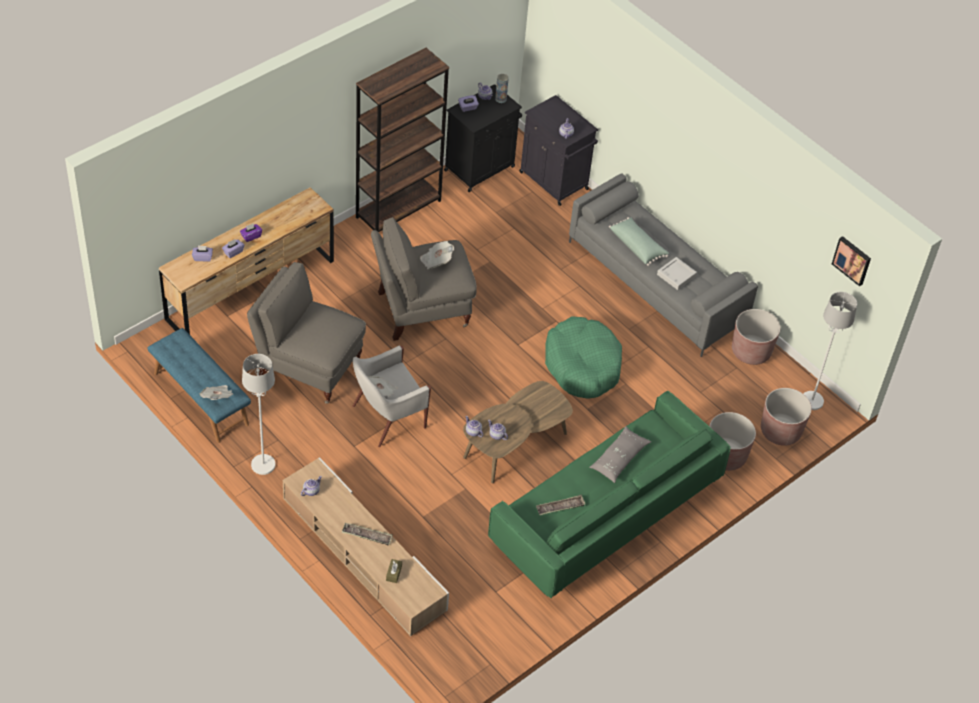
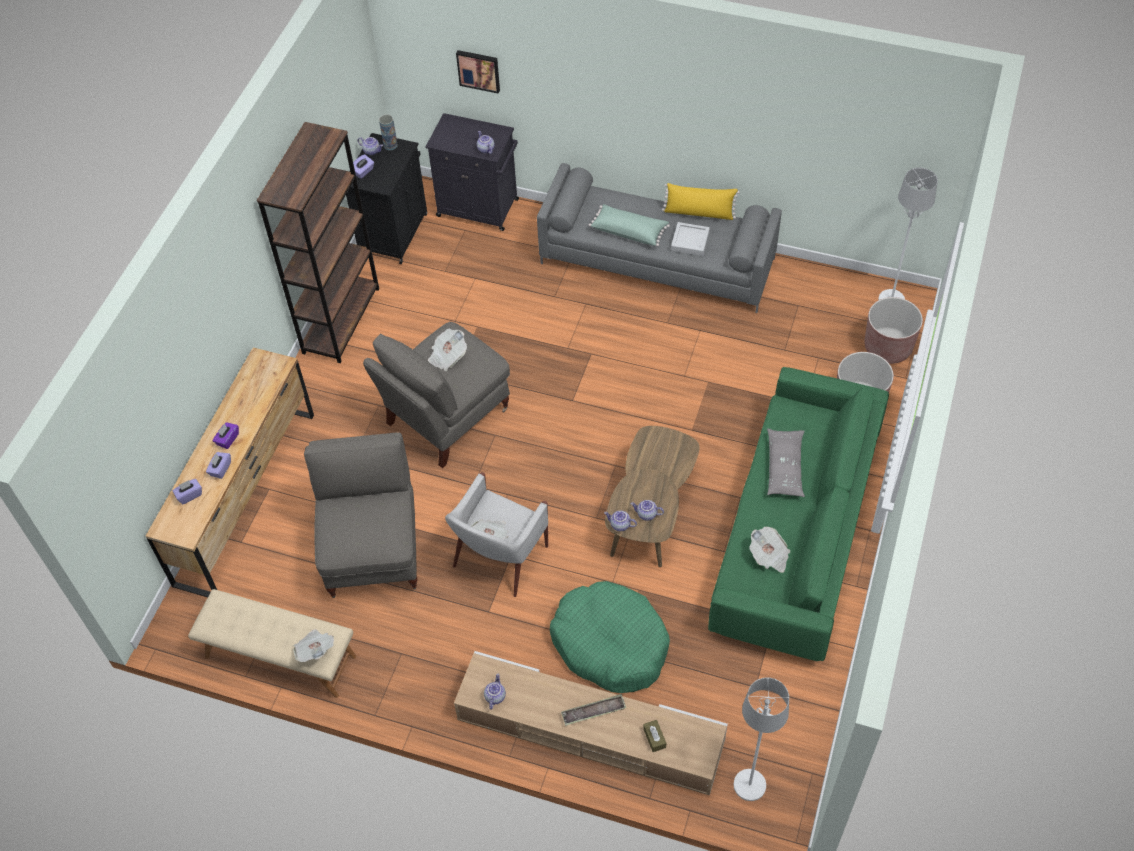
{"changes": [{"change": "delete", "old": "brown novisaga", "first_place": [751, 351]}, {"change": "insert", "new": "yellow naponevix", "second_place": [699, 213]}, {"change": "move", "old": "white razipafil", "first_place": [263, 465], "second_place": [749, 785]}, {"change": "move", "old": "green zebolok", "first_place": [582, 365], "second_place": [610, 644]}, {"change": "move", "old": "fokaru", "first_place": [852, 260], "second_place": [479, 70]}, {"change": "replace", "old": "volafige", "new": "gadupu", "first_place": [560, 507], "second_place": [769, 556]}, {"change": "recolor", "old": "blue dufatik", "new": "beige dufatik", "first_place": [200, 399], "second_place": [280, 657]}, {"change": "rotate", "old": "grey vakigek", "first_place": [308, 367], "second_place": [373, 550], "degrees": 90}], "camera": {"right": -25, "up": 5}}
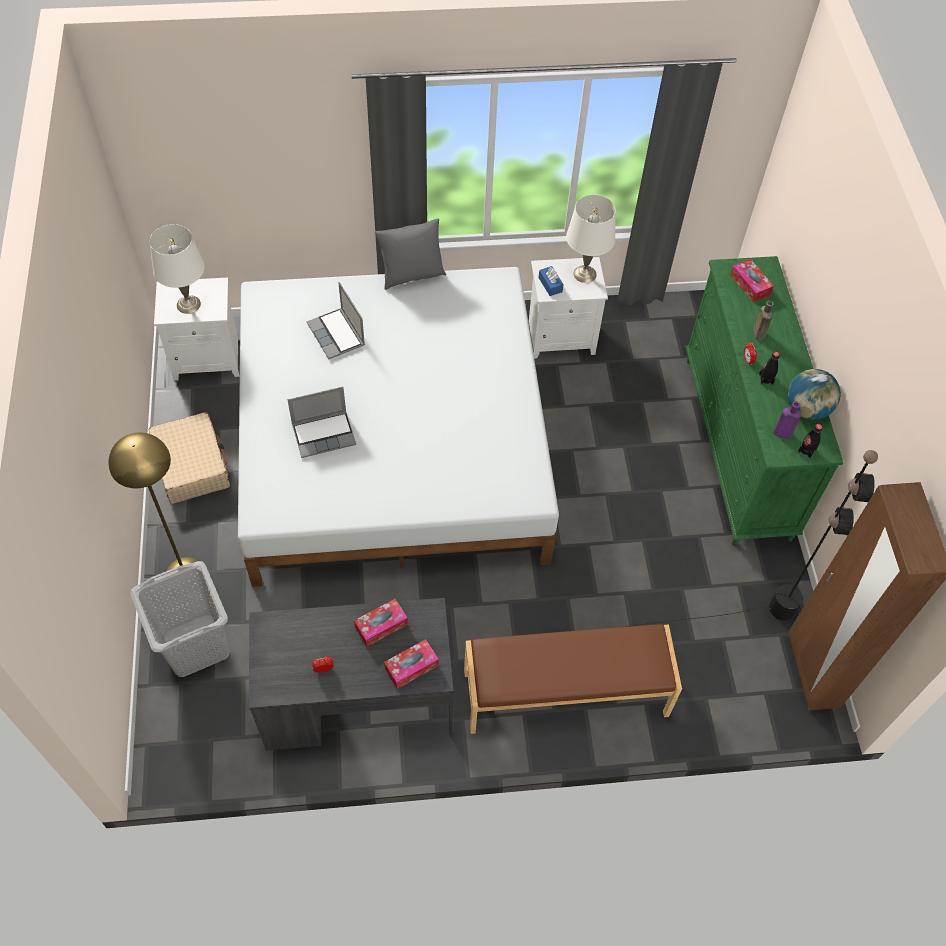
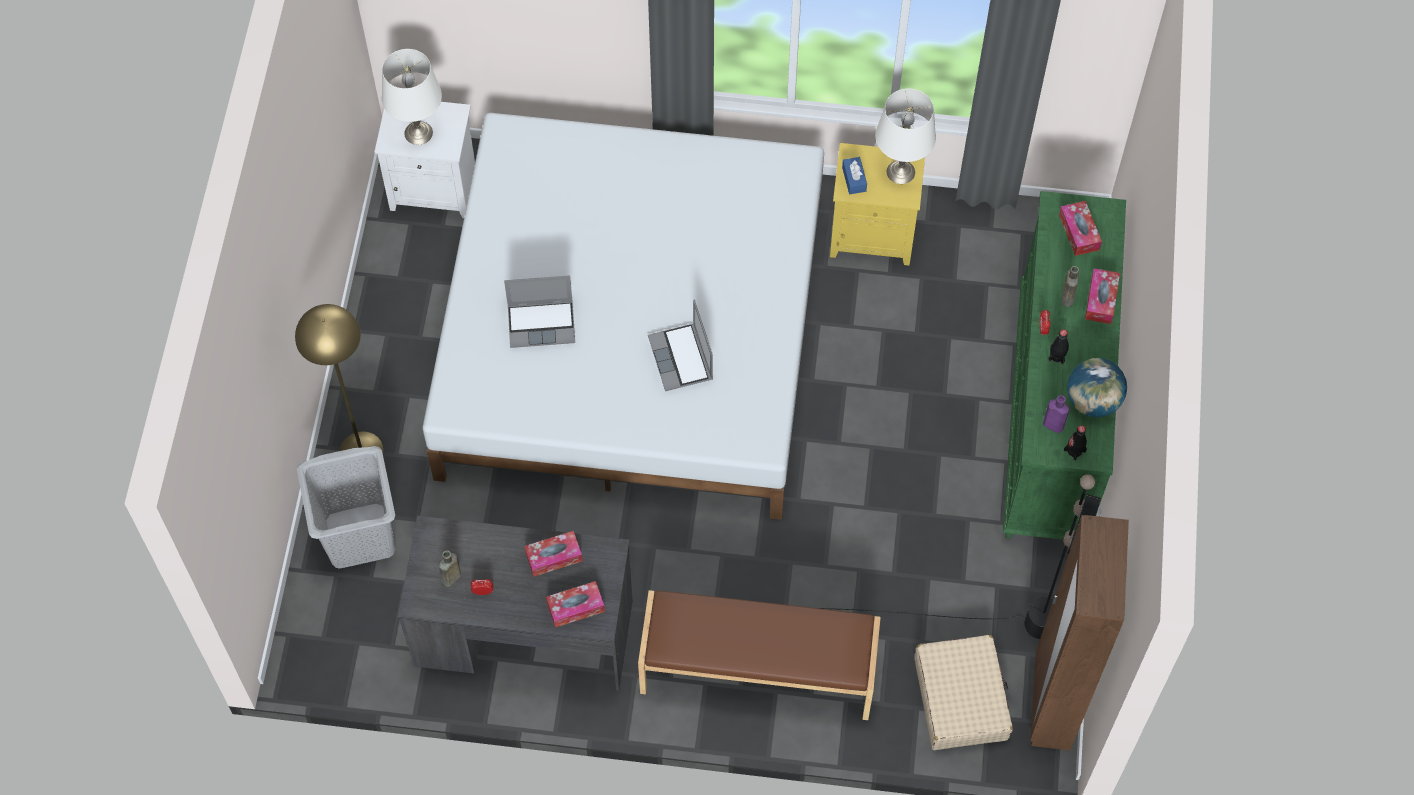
{"changes": [{"change": "delete", "old": "grey naponevix", "first_place": [411, 275]}, {"change": "insert", "new": "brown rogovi", "second_place": [450, 579]}, {"change": "insert", "new": "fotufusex", "second_place": [1101, 300]}, {"change": "move", "old": "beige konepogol", "first_place": [192, 465], "second_place": [961, 698]}, {"change": "move", "old": "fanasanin", "first_place": [337, 335], "second_place": [682, 359]}, {"change": "recolor", "old": "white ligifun", "new": "yellow ligifun", "first_place": [561, 336], "second_place": [874, 234]}], "camera": {"right": 15, "up": 5}}
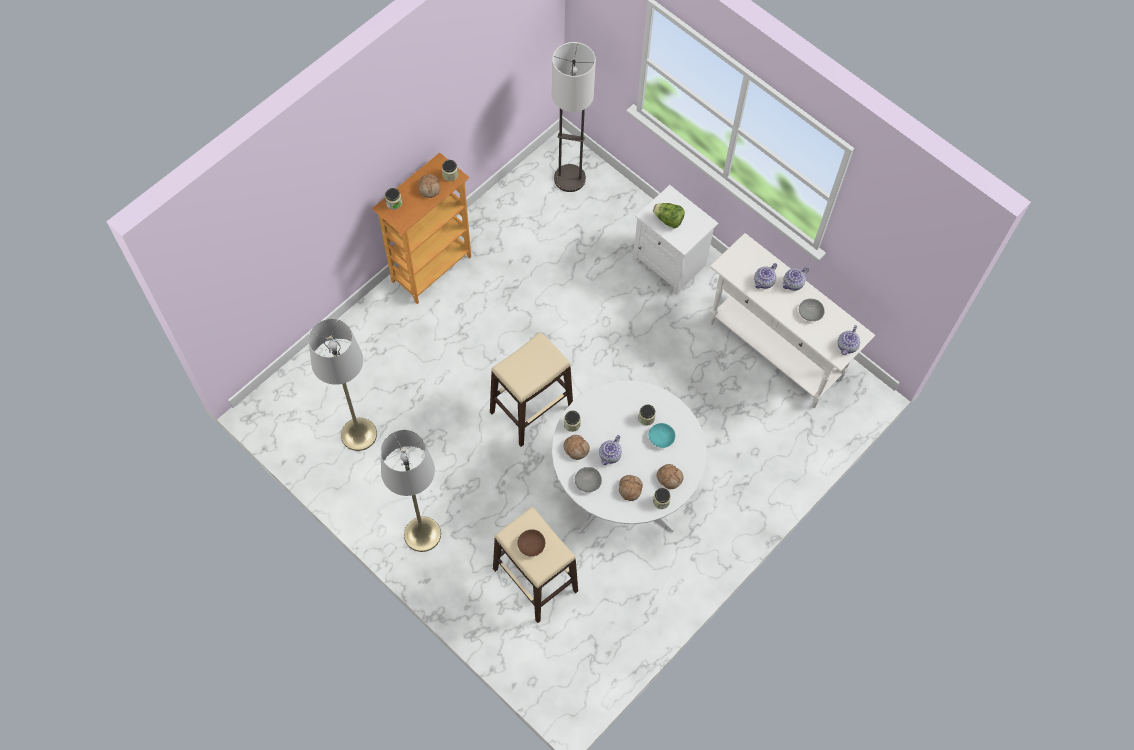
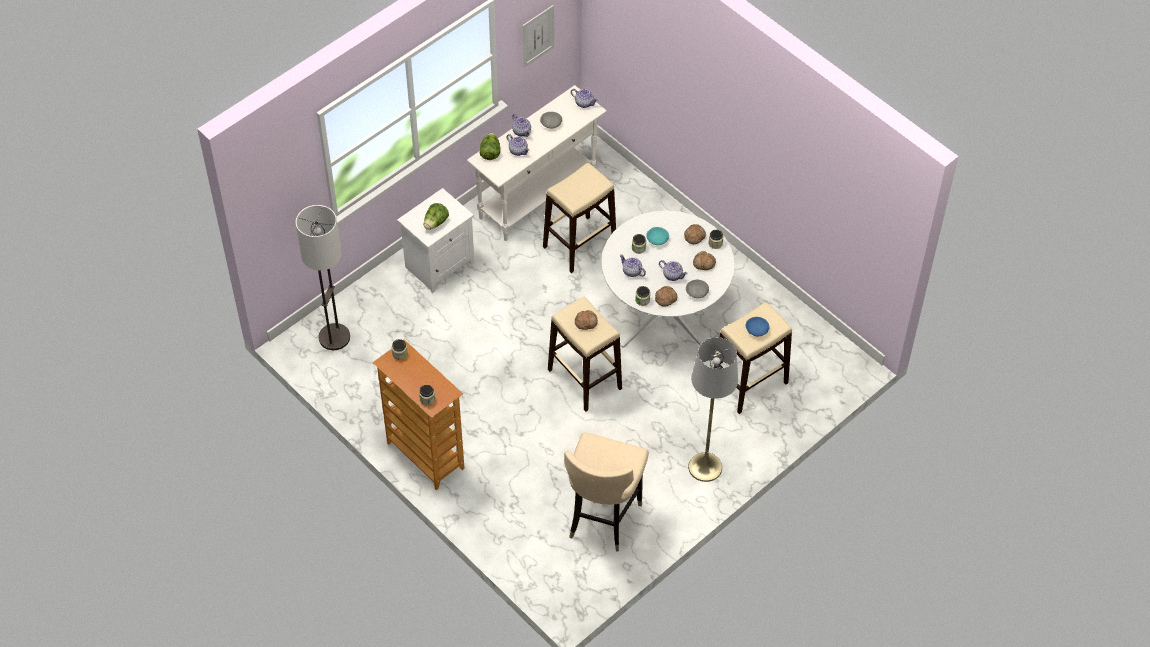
{"changes": [{"change": "insert", "new": "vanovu", "second_place": [490, 152]}, {"change": "insert", "new": "fokaru", "second_place": [538, 36]}, {"change": "insert", "new": "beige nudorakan", "second_place": [579, 244]}, {"change": "insert", "new": "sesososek", "second_place": [631, 271]}, {"change": "move", "old": "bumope", "first_place": [429, 188], "second_place": [586, 322]}, {"change": "replace", "old": "grey razipafil", "new": "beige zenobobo", "first_place": [359, 434], "second_place": [603, 518]}, {"change": "recolor", "old": "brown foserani", "new": "blue foserani", "first_place": [531, 545], "second_place": [757, 329]}], "camera": {"right": -85, "up": -10}}
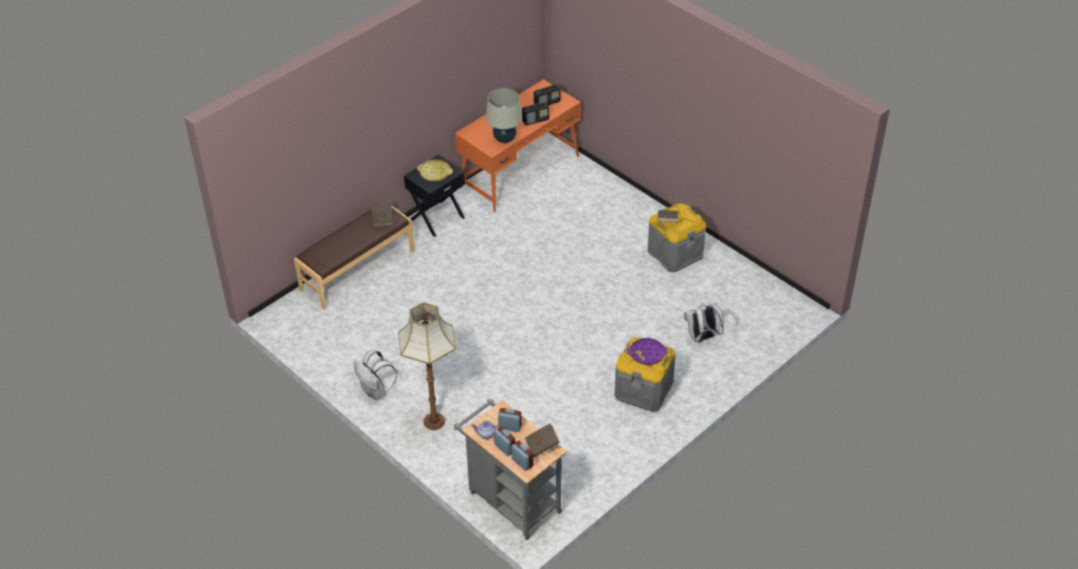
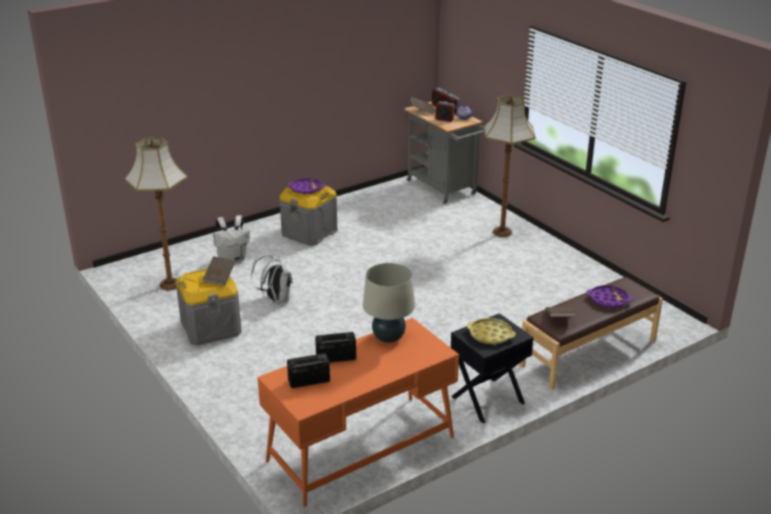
{"changes": [{"change": "insert", "new": "razipafil", "second_place": [169, 284]}, {"change": "insert", "new": "purple volafige", "second_place": [608, 300]}, {"change": "move", "old": "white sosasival", "first_place": [375, 391], "second_place": [276, 299]}], "camera": {"right": -170, "up": -15}}
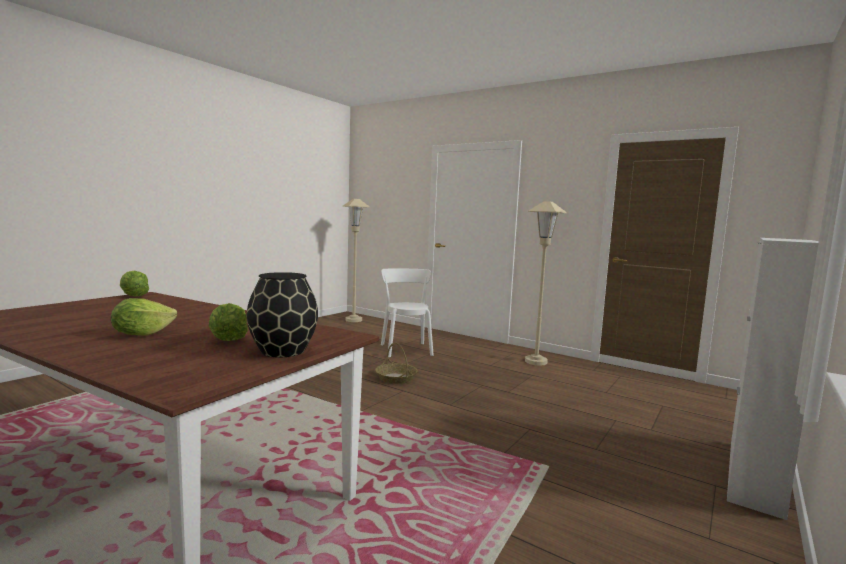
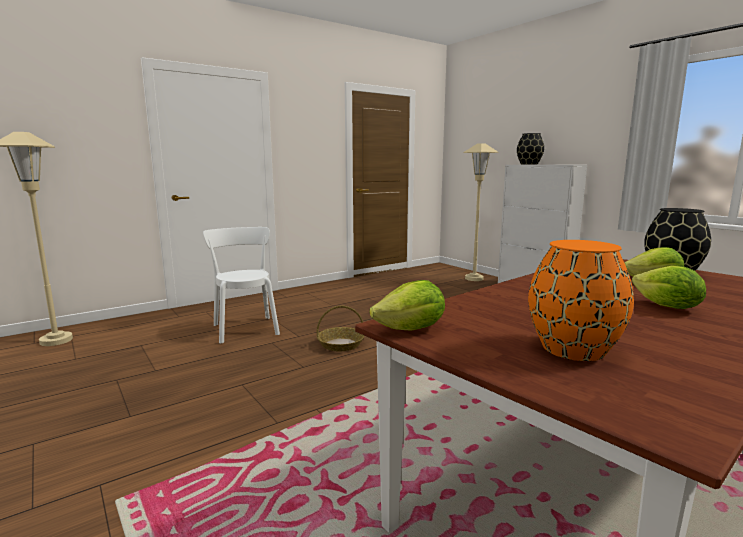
{"changes": [{"change": "insert", "new": "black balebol", "second_place": [528, 164]}, {"change": "insert", "new": "orange balebol", "second_place": [572, 349]}, {"change": "move", "old": "beige razipafil", "first_place": [536, 361], "second_place": [474, 278]}, {"change": "rotate", "old": "white zenobobo", "first_place": [406, 349], "second_place": [245, 328], "degrees": 60}], "camera": {"right": -70, "up": 5}}
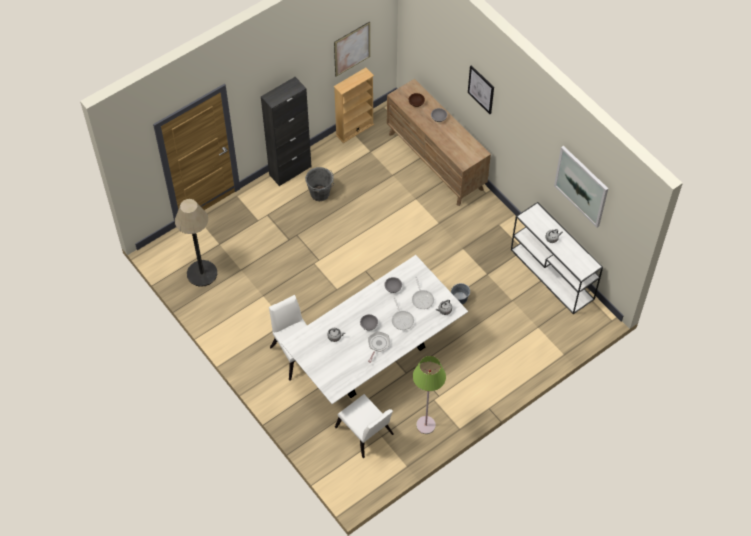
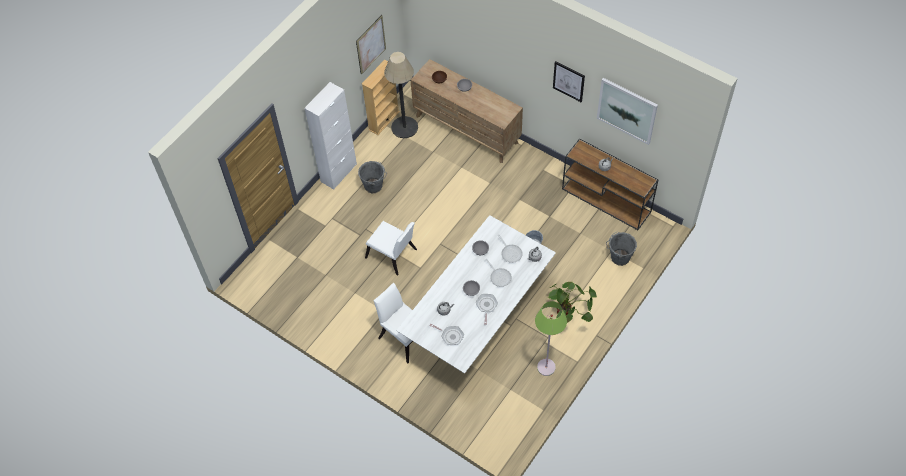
{"changes": [{"change": "insert", "new": "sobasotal", "second_place": [450, 336]}, {"change": "insert", "new": "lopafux", "second_place": [569, 315]}, {"change": "insert", "new": "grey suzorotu", "second_place": [619, 257]}, {"change": "move", "old": "razipafil", "first_place": [202, 273], "second_place": [404, 127]}, {"change": "move", "old": "white zenobobo", "first_place": [366, 434], "second_place": [393, 256]}, {"change": "move", "old": "fokaru", "first_place": [481, 89], "second_place": [568, 81]}, {"change": "recolor", "old": "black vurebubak", "new": "white vurebubak", "first_place": [290, 171], "second_place": [338, 173]}, {"change": "recolor", "old": "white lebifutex", "new": "brown lebifutex", "first_place": [553, 275], "second_place": [607, 200]}], "camera": {"right": -15, "up": 0}}
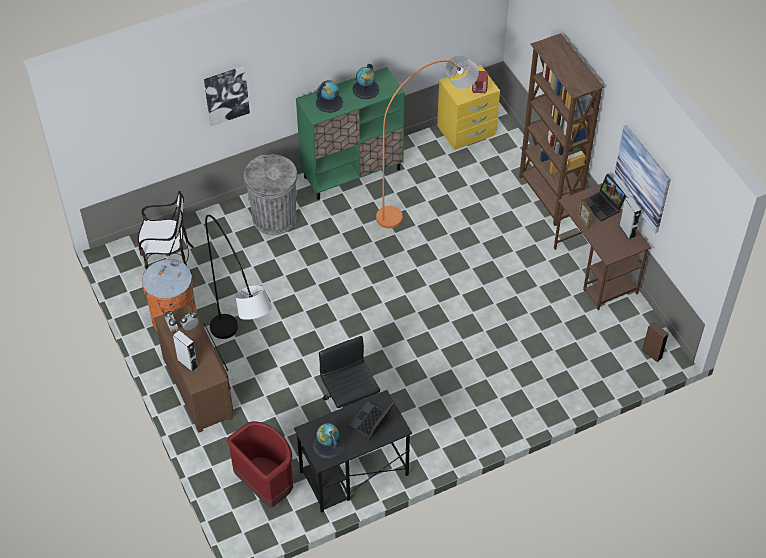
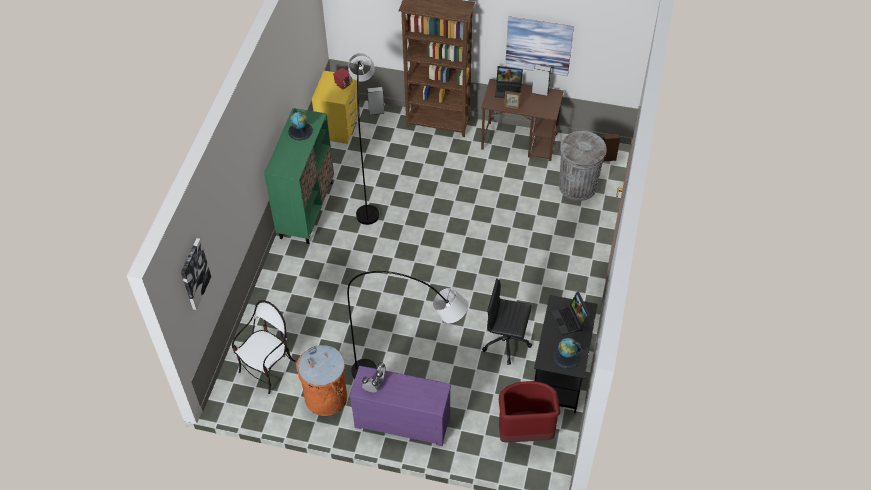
{"changes": [{"change": "delete", "old": "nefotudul", "first_place": [329, 102]}, {"change": "move", "old": "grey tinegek", "first_place": [187, 363], "second_place": [376, 112]}, {"change": "move", "old": "fokaru", "first_place": [226, 95], "second_place": [194, 274]}, {"change": "move", "old": "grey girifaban", "first_place": [274, 218], "second_place": [578, 186]}, {"change": "recolor", "old": "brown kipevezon", "new": "purple kipevezon", "first_place": [200, 387], "second_place": [403, 420]}, {"change": "recolor", "old": "orange razipafil", "new": "grey razipafil", "first_place": [426, 193], "second_place": [368, 182]}], "camera": {"right": -50, "up": 0}}
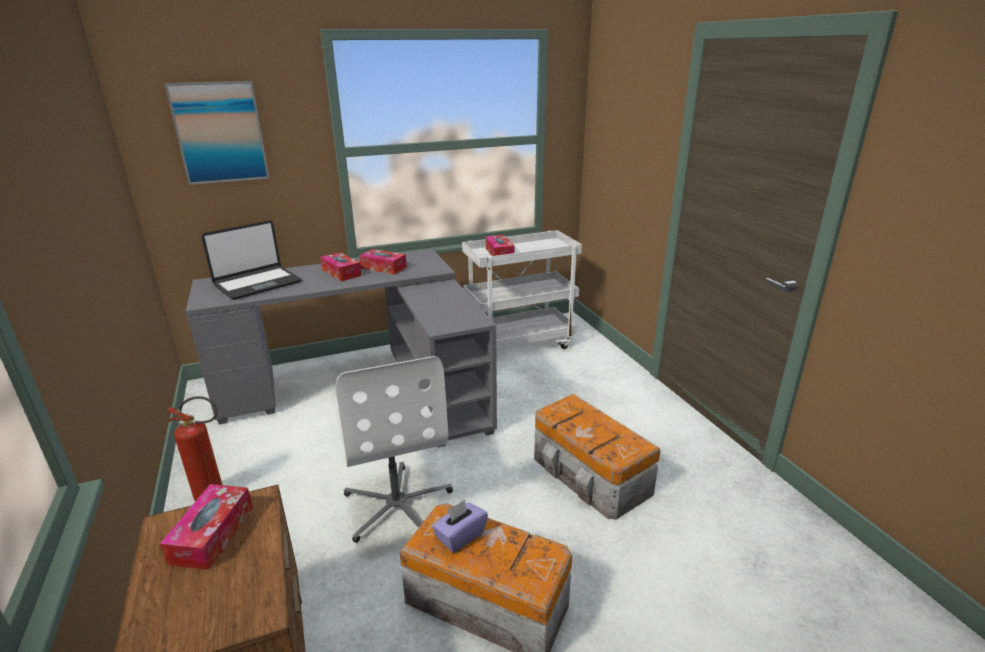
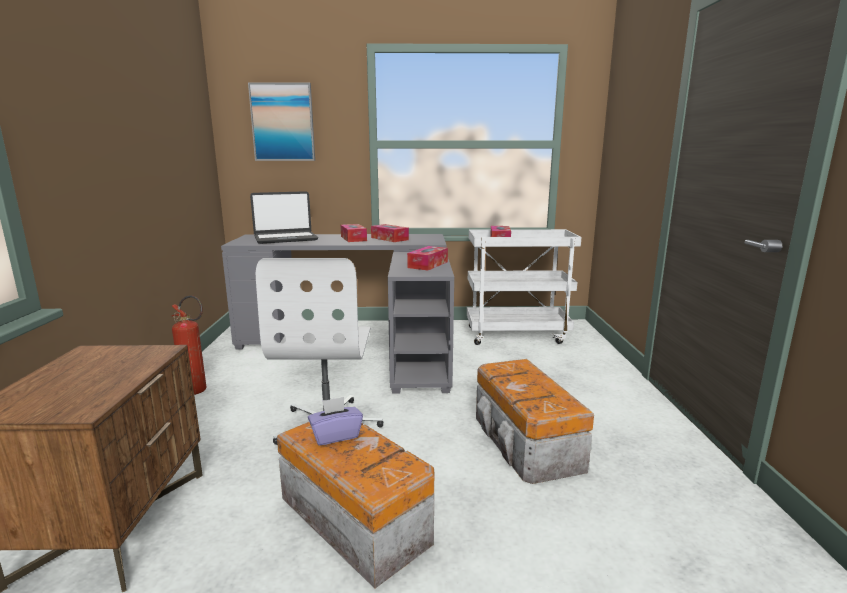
{"changes": [{"change": "move", "old": "fotufusex", "first_place": [212, 534], "second_place": [428, 265]}], "camera": {"right": 20, "up": -10}}
